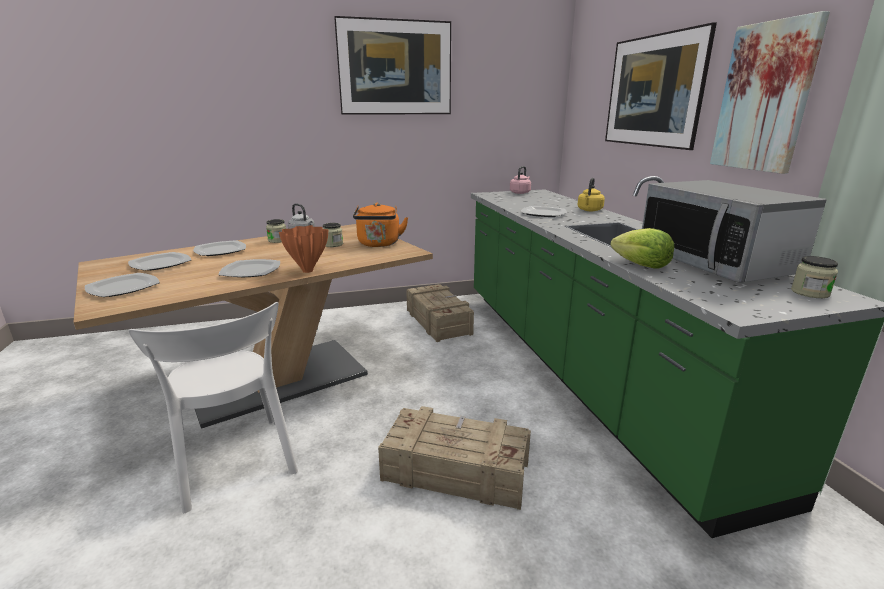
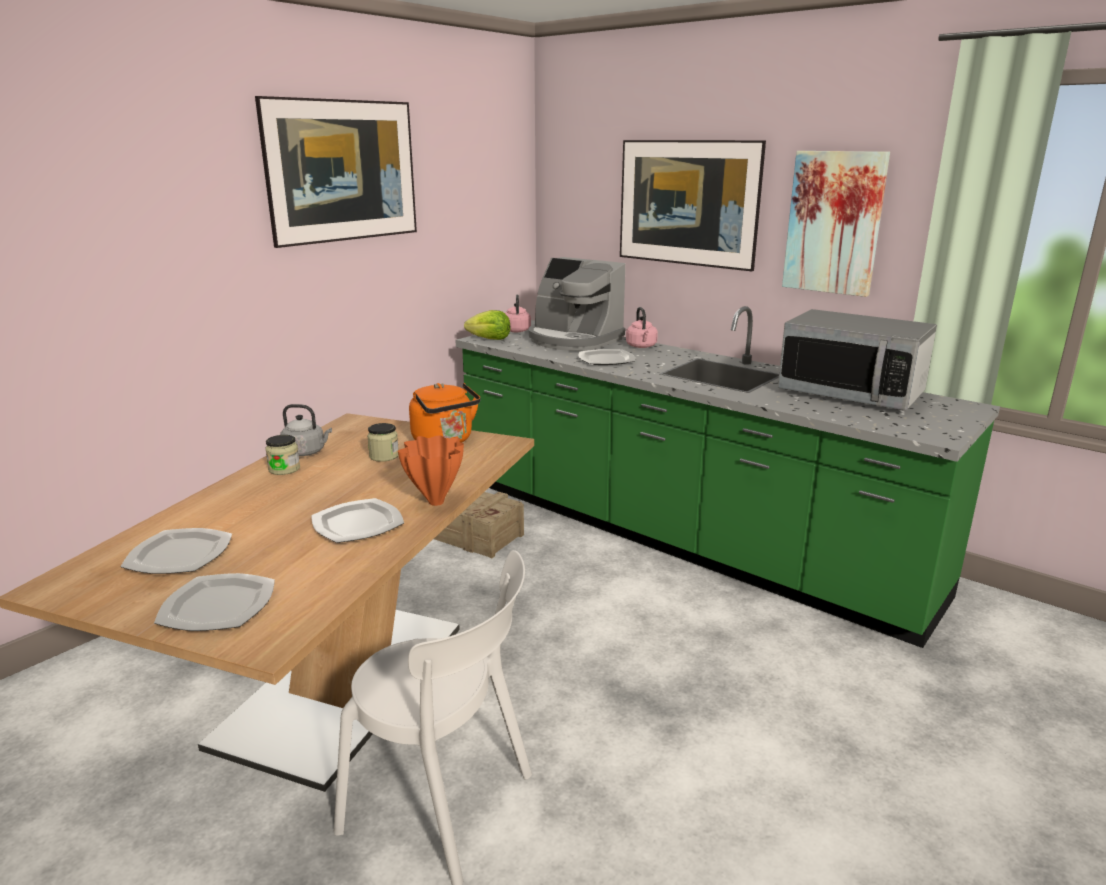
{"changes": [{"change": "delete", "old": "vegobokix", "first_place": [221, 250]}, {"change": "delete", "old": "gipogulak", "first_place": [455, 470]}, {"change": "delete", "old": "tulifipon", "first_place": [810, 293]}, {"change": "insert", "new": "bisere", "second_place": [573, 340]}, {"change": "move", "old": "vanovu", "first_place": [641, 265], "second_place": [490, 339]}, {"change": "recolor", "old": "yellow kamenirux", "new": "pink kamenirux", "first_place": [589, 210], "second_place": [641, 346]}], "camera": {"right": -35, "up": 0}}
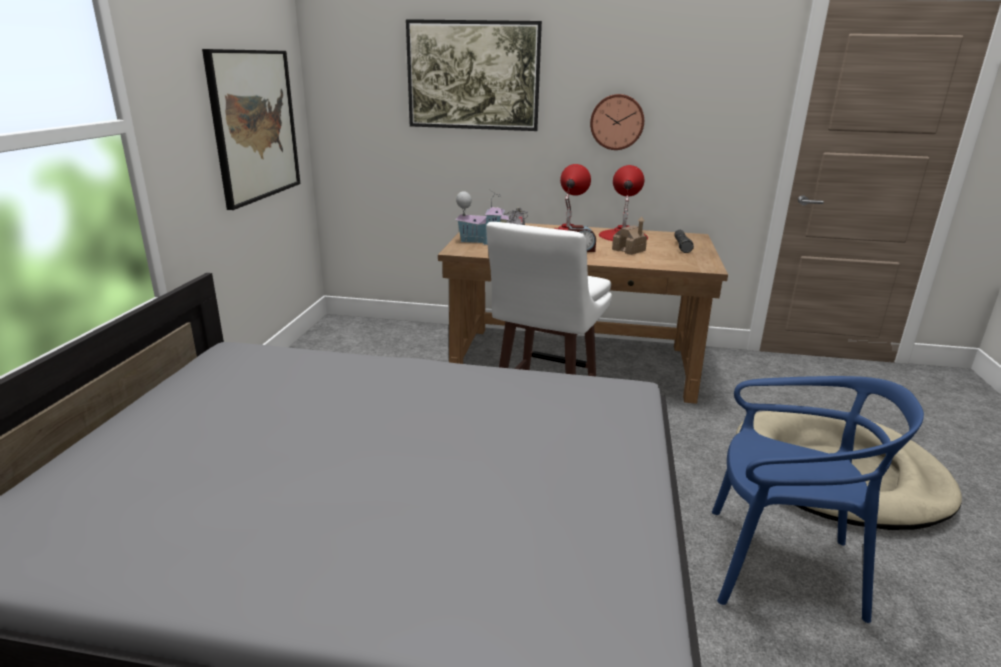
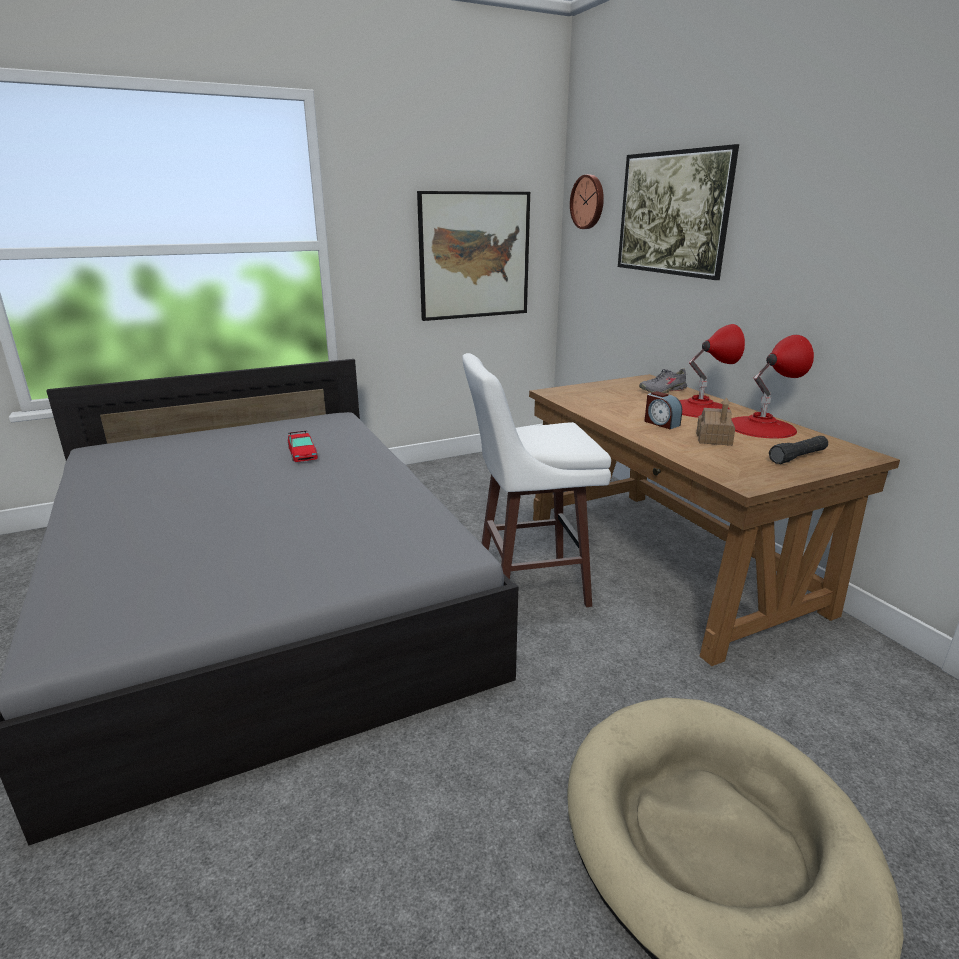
{"changes": [{"change": "delete", "old": "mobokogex", "first_place": [482, 241]}, {"change": "delete", "old": "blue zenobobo", "first_place": [780, 566]}, {"change": "insert", "new": "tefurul", "second_place": [302, 453]}, {"change": "move", "old": "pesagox", "first_place": [617, 122], "second_place": [588, 202]}], "camera": {"right": 55, "up": 0}}
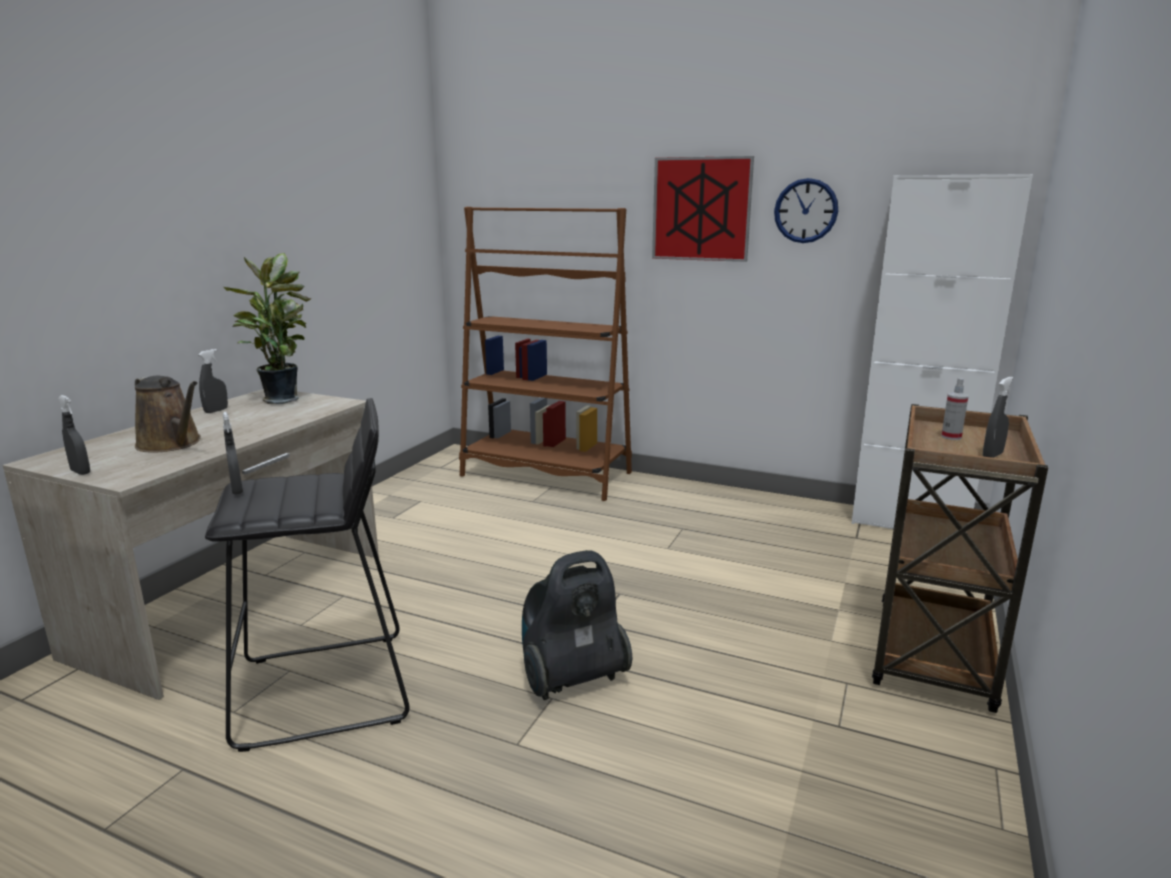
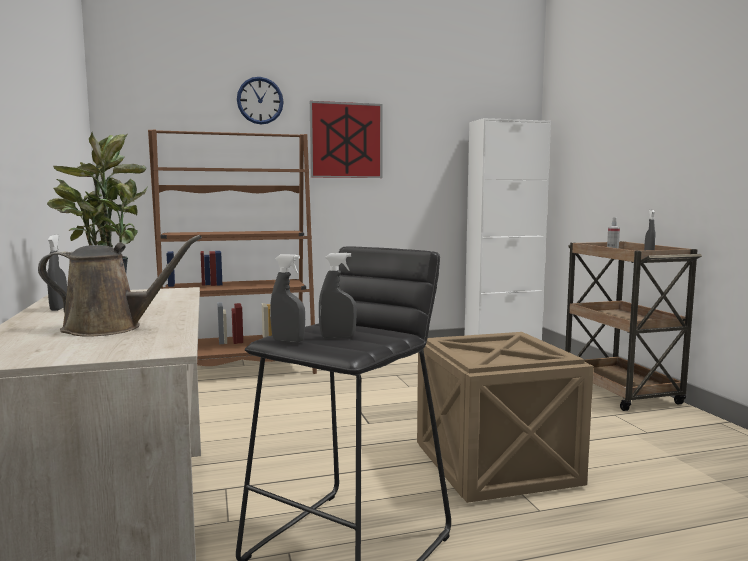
{"changes": [{"change": "move", "old": "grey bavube", "first_place": [80, 472], "second_place": [337, 337]}, {"change": "move", "old": "pesagox", "first_place": [806, 211], "second_place": [260, 100]}, {"change": "replace", "old": "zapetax", "new": "gipogulak", "first_place": [570, 678], "second_place": [496, 466]}], "camera": {"right": -40, "up": -10}}
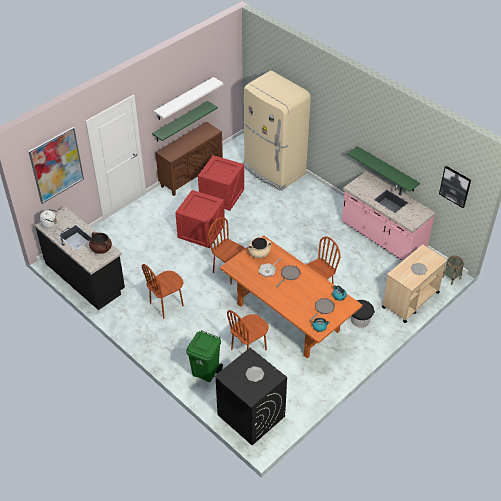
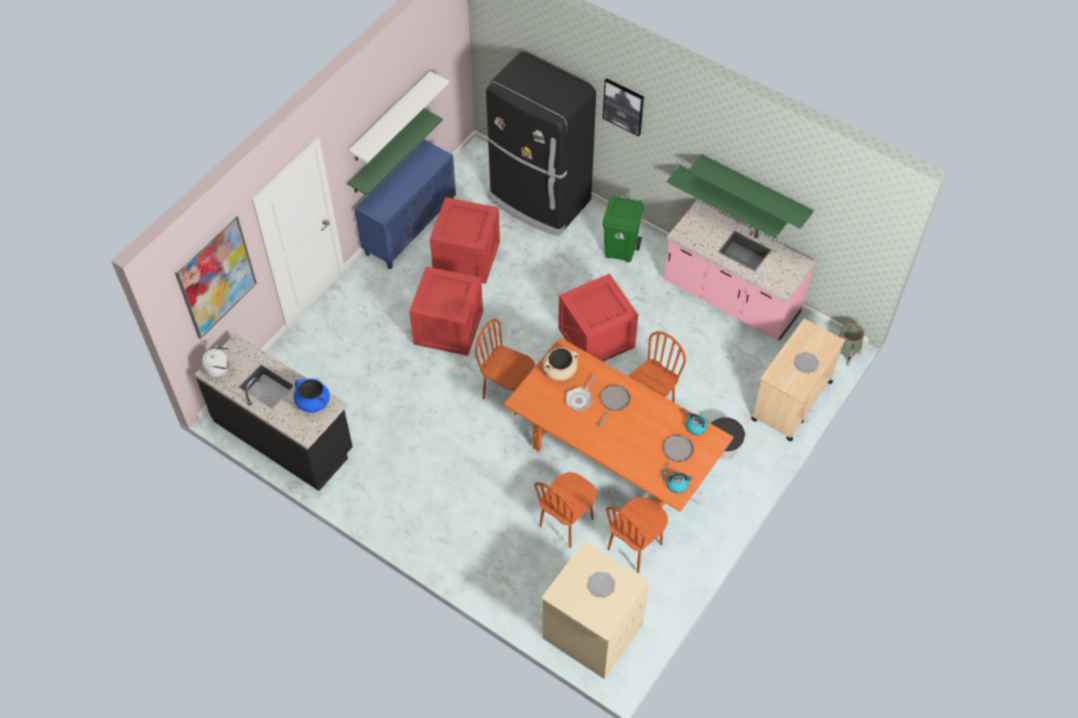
{"changes": [{"change": "insert", "new": "gipogulak", "second_place": [595, 337]}, {"change": "insert", "new": "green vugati", "second_place": [755, 189]}, {"change": "move", "old": "brown zenobobo", "first_place": [166, 305], "second_place": [635, 547]}, {"change": "move", "old": "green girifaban", "first_place": [206, 372], "second_place": [621, 250]}, {"change": "move", "old": "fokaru", "first_place": [455, 186], "second_place": [623, 106]}, {"change": "recolor", "old": "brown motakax", "new": "blue motakax", "first_place": [101, 249], "second_place": [313, 402]}, {"change": "recolor", "old": "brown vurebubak", "new": "blue vurebubak", "first_place": [191, 175], "second_place": [410, 228]}, {"change": "recolor", "old": "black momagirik", "new": "beige momagirik", "first_place": [250, 415], "second_place": [592, 631]}, {"change": "recolor", "old": "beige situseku", "new": "black situseku", "first_place": [273, 170], "second_place": [539, 200]}], "camera": {"right": -10, "up": 10}}
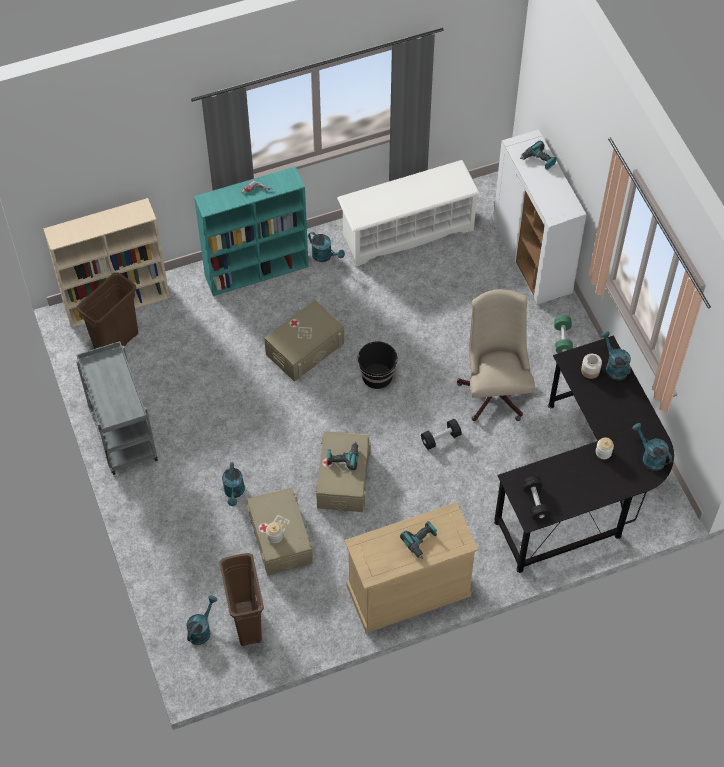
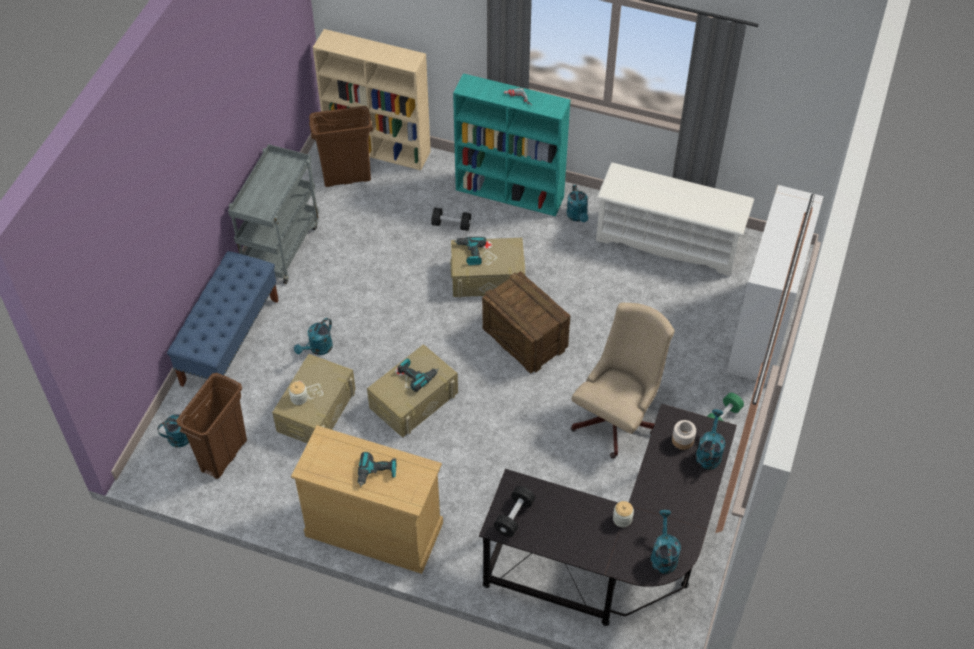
{"changes": [{"change": "insert", "new": "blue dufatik", "second_place": [230, 341]}, {"change": "move", "old": "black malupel", "first_place": [440, 438], "second_place": [451, 225]}, {"change": "move", "old": "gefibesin", "first_place": [538, 160], "second_place": [470, 253]}, {"change": "replace", "old": "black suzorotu", "new": "gipogulak", "first_place": [377, 376], "second_place": [525, 338]}], "camera": {"right": 40, "up": -5}}
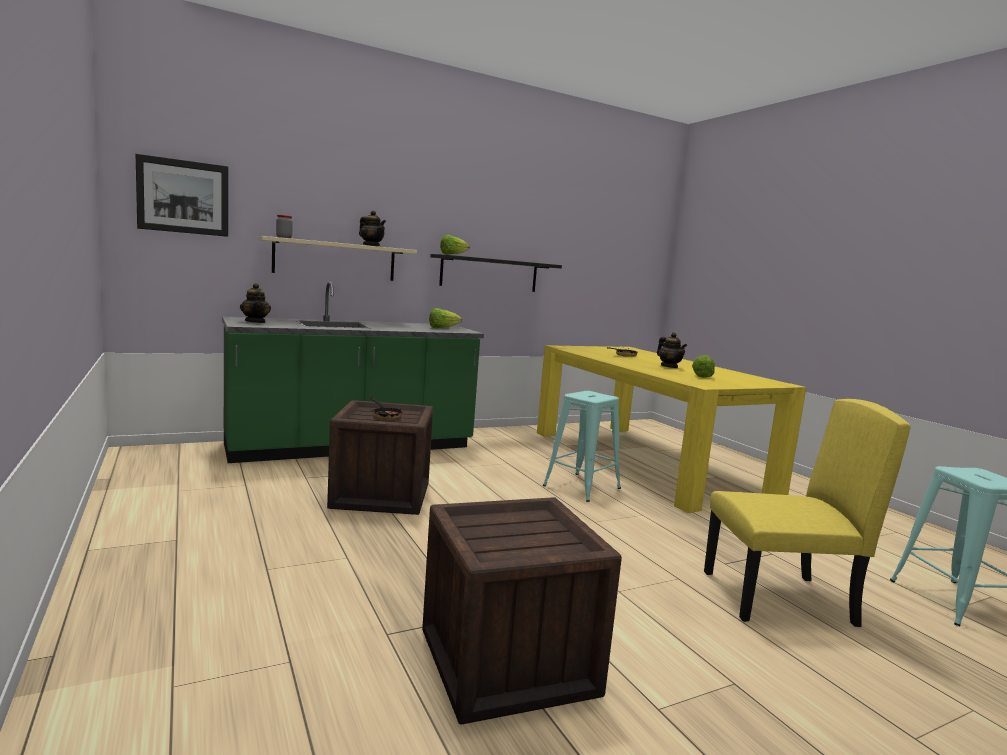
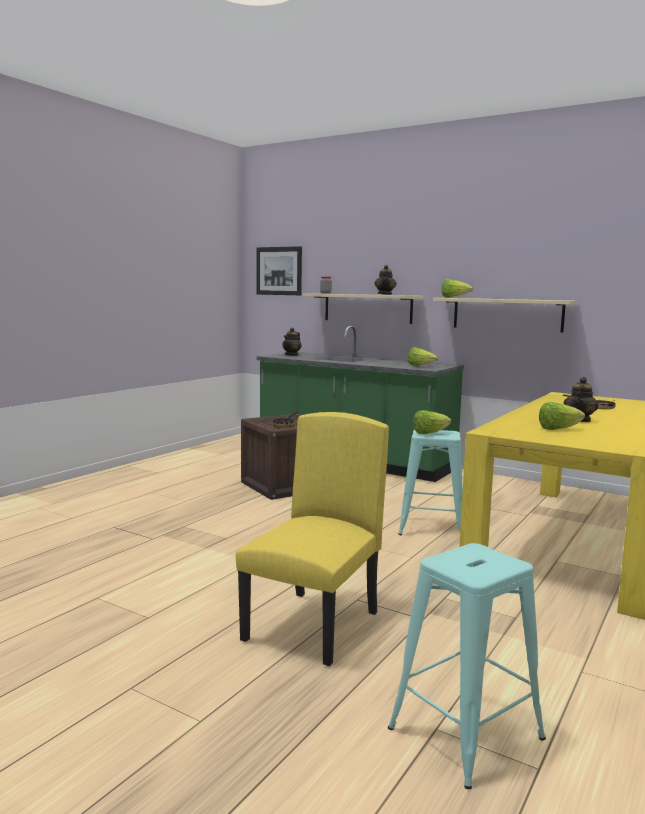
{"changes": [{"change": "delete", "old": "gipogulak", "first_place": [507, 662]}, {"change": "insert", "new": "vanovu", "second_place": [429, 433]}, {"change": "recolor", "old": "black vugati", "new": "beige vugati", "first_place": [489, 274], "second_place": [507, 314]}, {"change": "rotate", "old": "yellow zenobobo", "first_place": [778, 599], "second_place": [313, 626], "degrees": -120}], "camera": {"right": 60, "up": 0}}
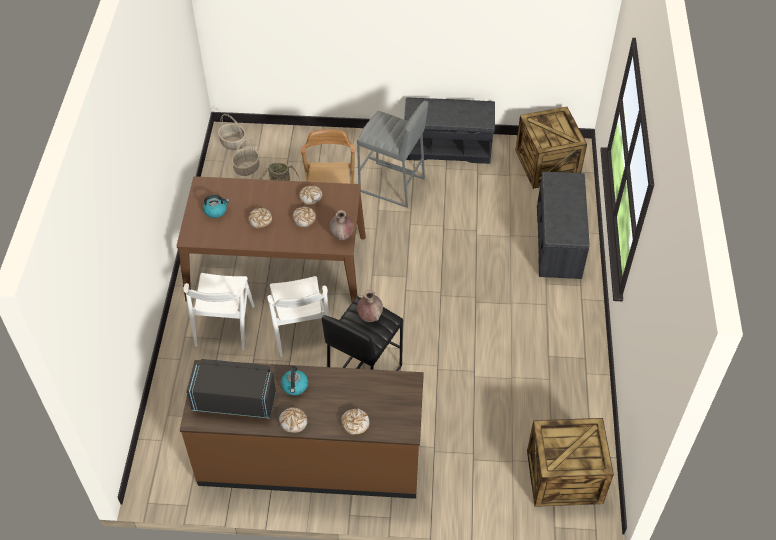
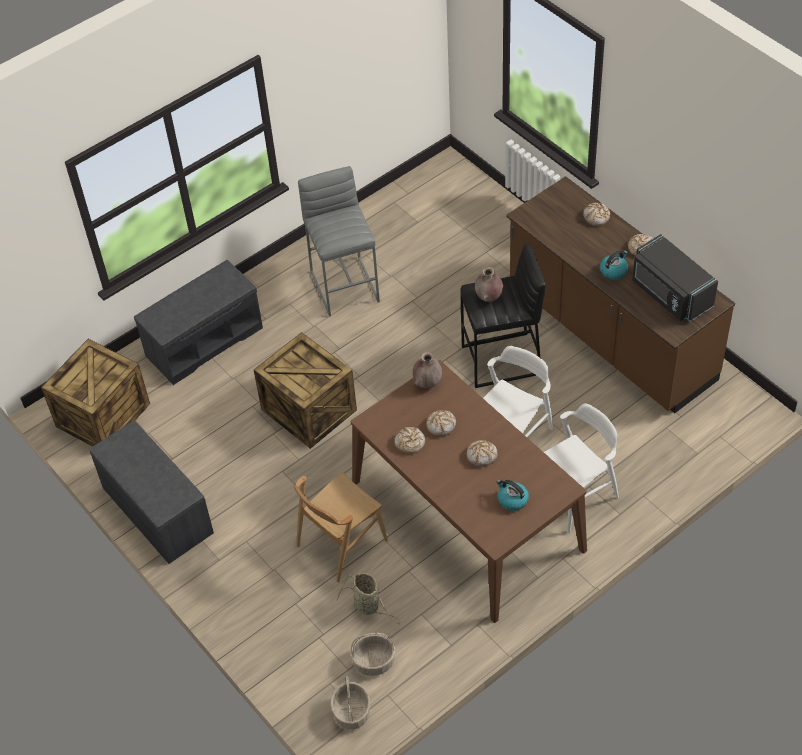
{"changes": [{"change": "move", "old": "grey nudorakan", "first_place": [392, 185], "second_place": [345, 285]}, {"change": "move", "old": "gipogulak", "first_place": [564, 476], "second_place": [307, 410]}], "camera": {"right": -130, "up": 0}}
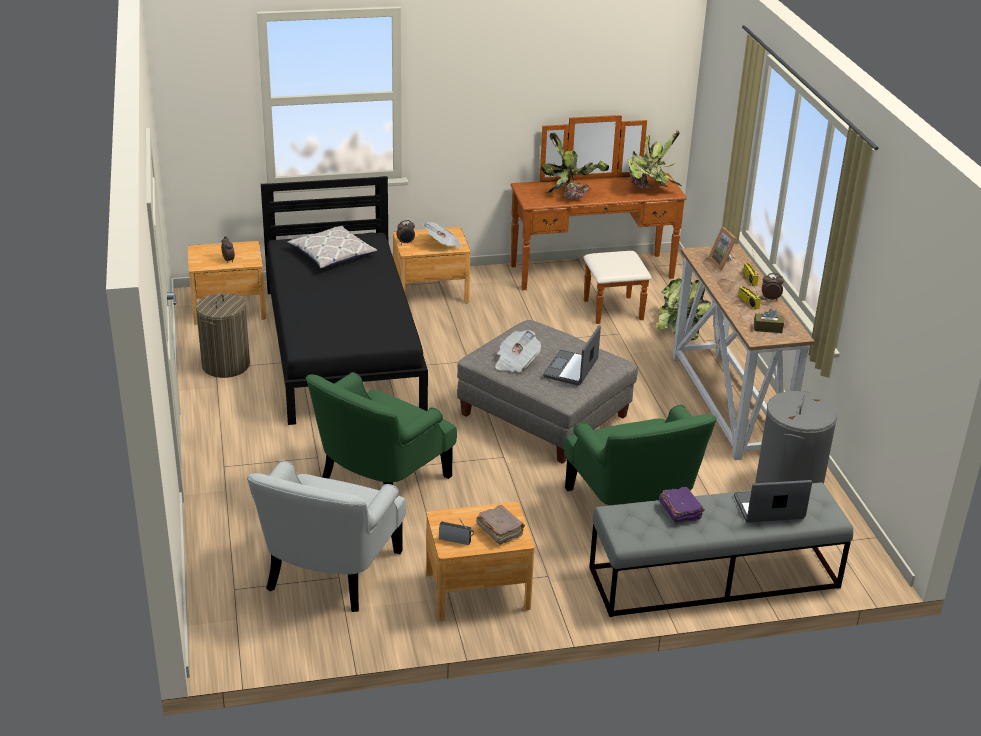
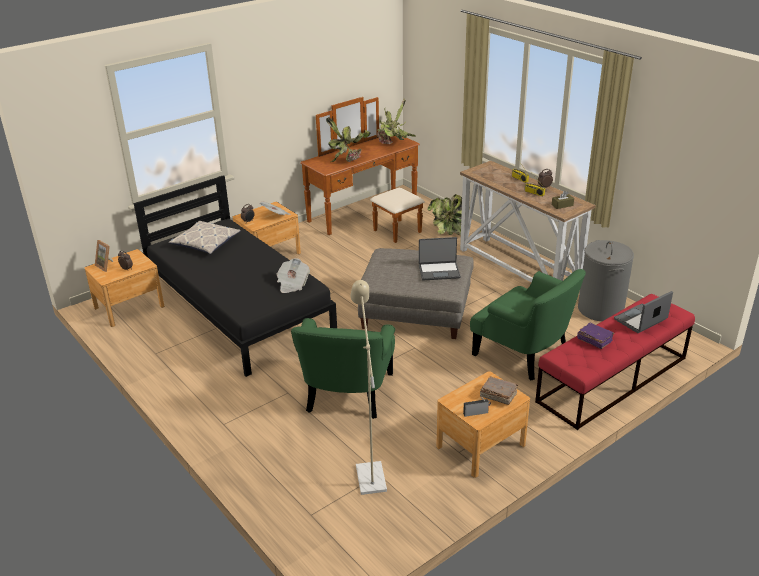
{"changes": [{"change": "delete", "old": "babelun", "first_place": [226, 365]}, {"change": "move", "old": "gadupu", "first_place": [516, 362], "second_place": [292, 284]}, {"change": "move", "old": "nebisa", "first_place": [722, 263], "second_place": [106, 265]}, {"change": "replace", "old": "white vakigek", "new": "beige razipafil", "first_place": [330, 571], "second_place": [369, 472]}, {"change": "recolor", "old": "grey dufatik", "new": "red dufatik", "first_place": [713, 578], "second_place": [612, 380]}, {"change": "rotate", "old": "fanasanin", "first_place": [571, 369], "second_place": [439, 271], "degrees": -90}], "camera": {"right": -25, "up": 0}}
